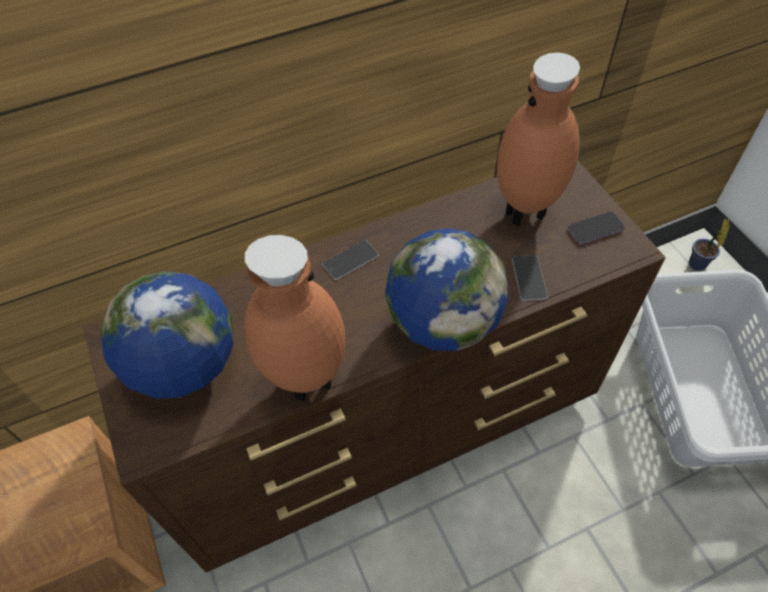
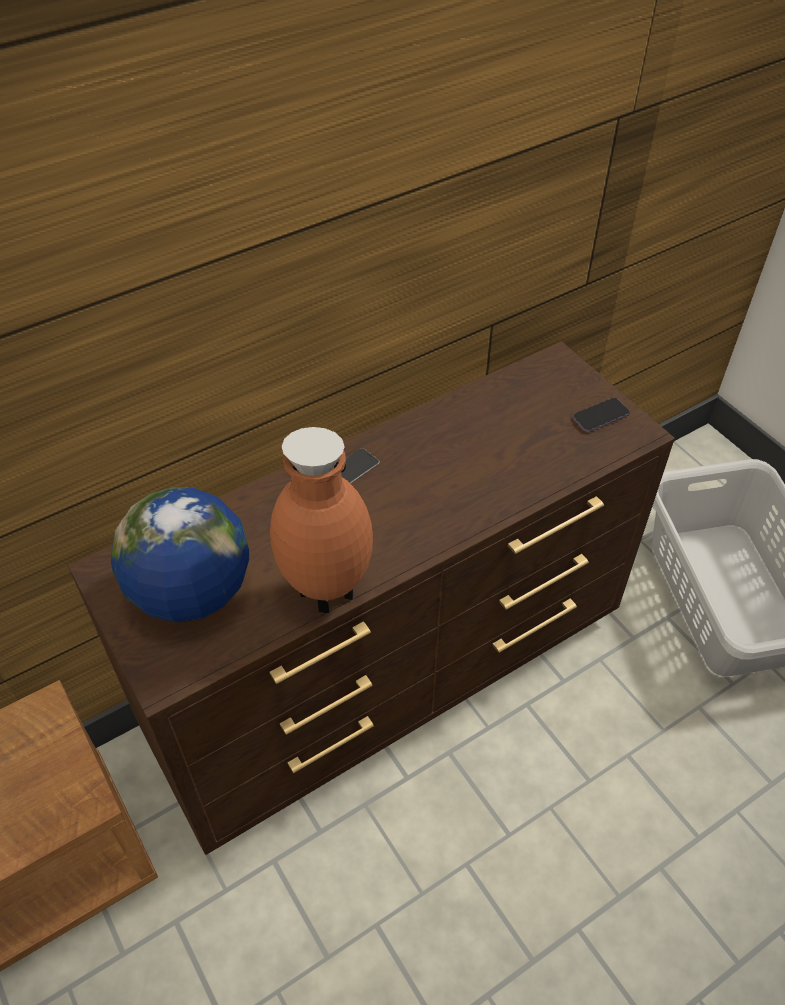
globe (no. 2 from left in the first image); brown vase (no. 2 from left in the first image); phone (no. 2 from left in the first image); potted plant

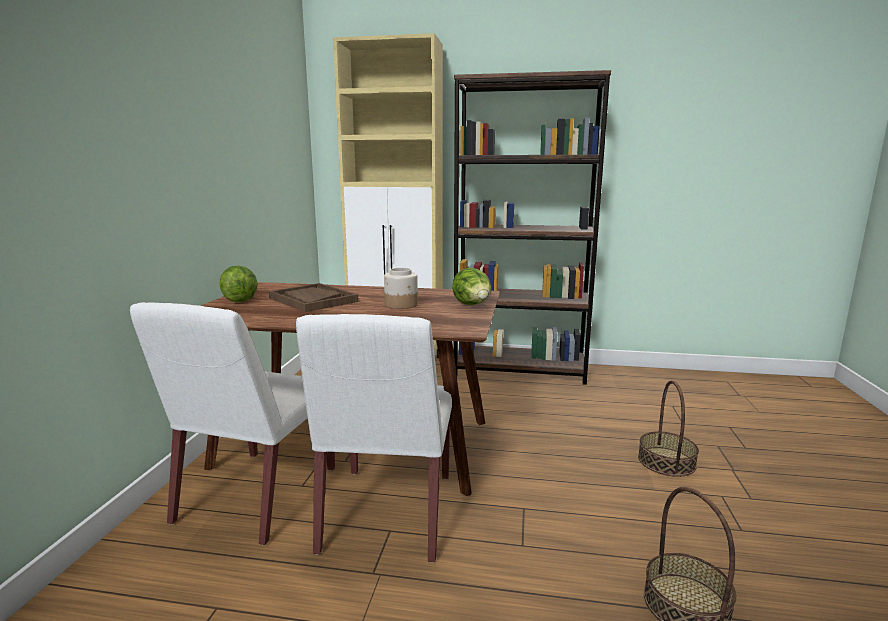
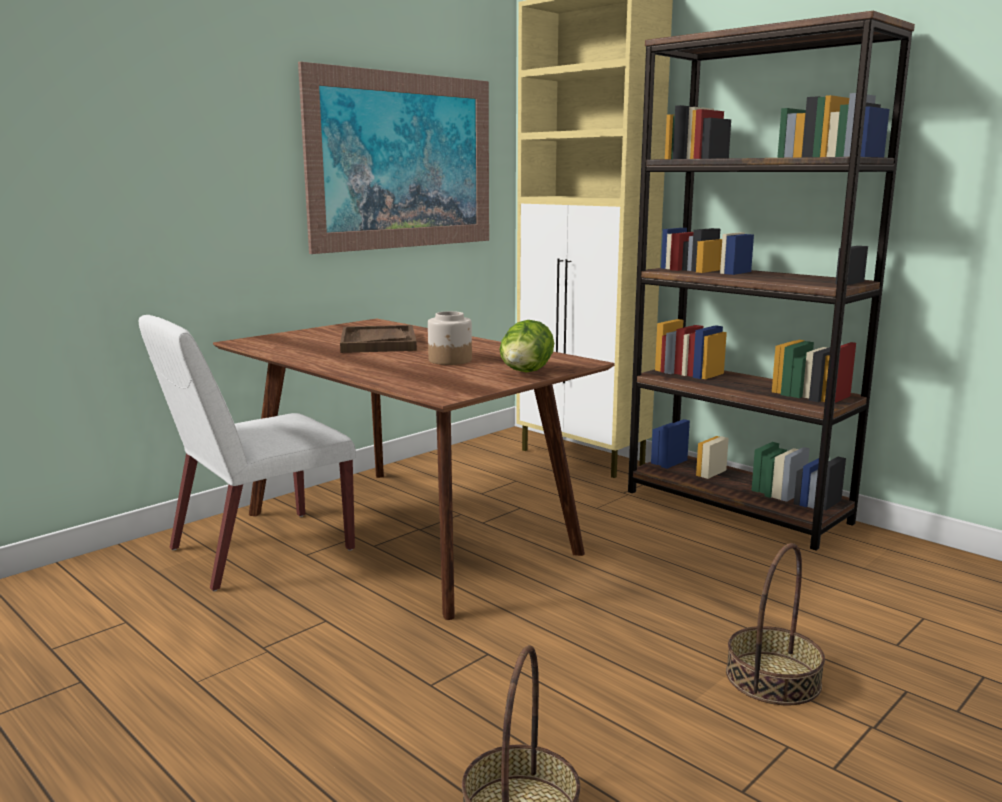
lettuce (no. 1 from left in the first image); white chair (no. 2 from left in the first image); picture

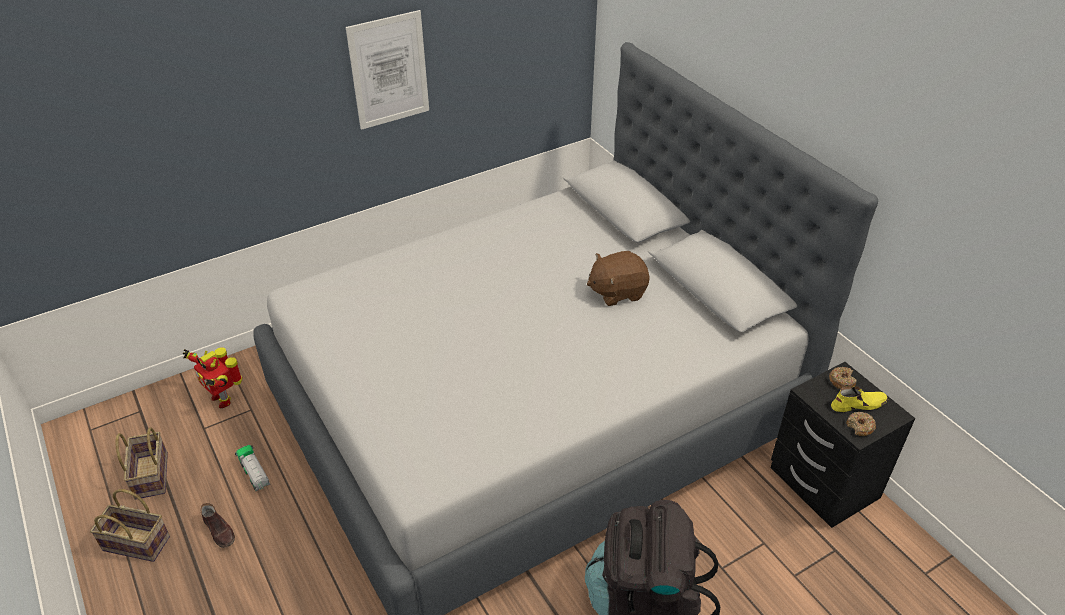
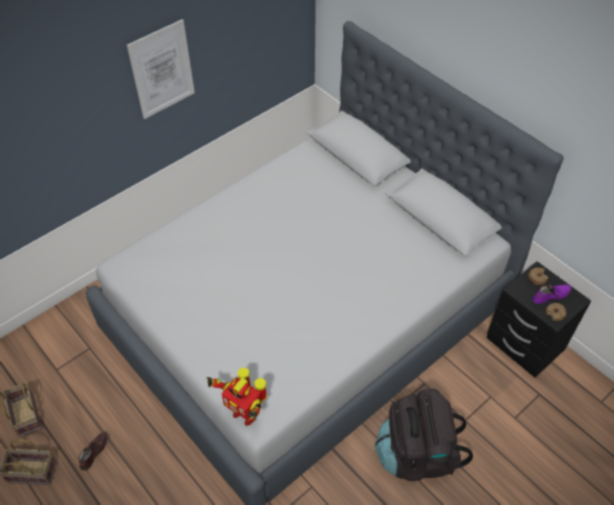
toy truck; brown plush toy; toy robot; purple shoe; brown shoe

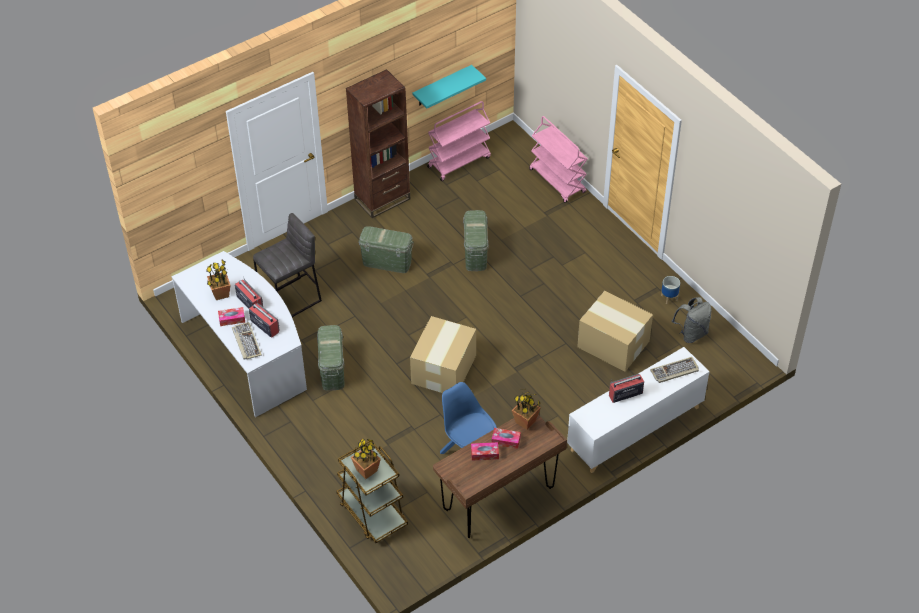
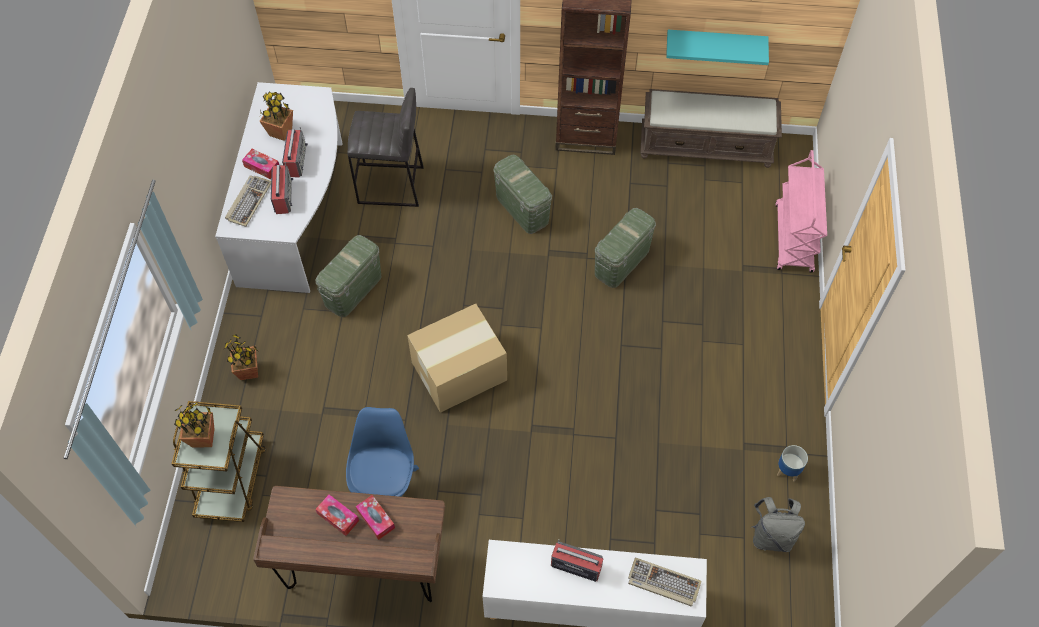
cardboard box (no. 2 from left in the first image); potted plant (no. 2 from left); brown bench

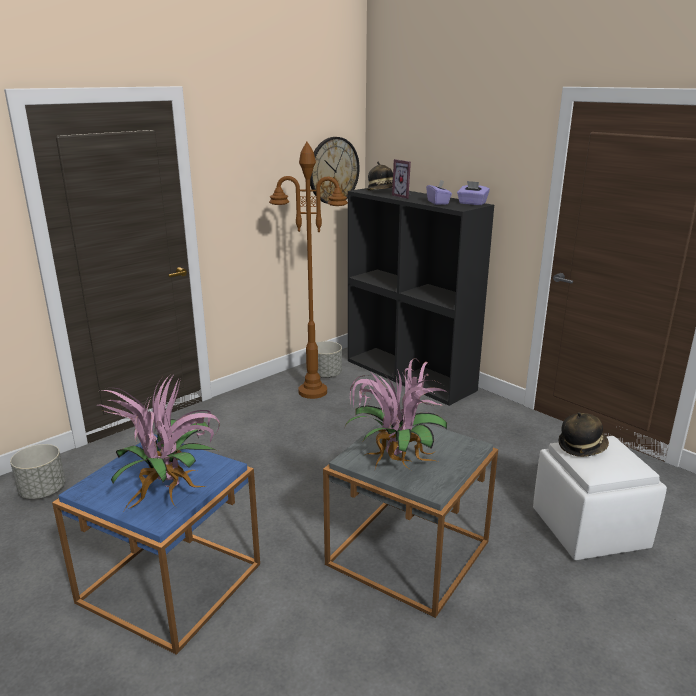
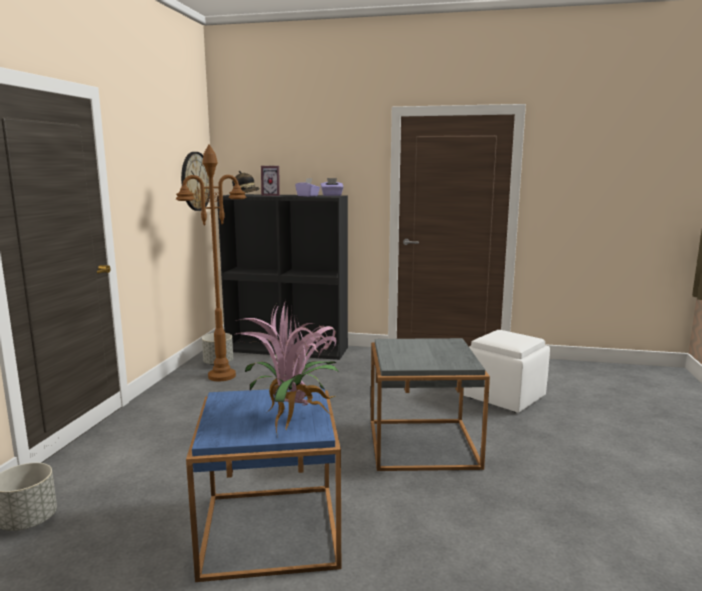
potted plant (no. 2 from left in the first image); hat (no. 2 from left in the first image)

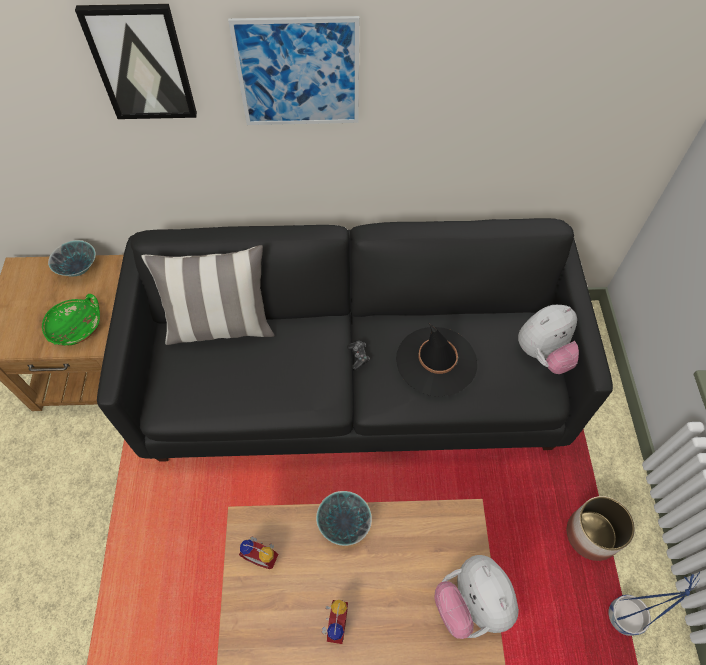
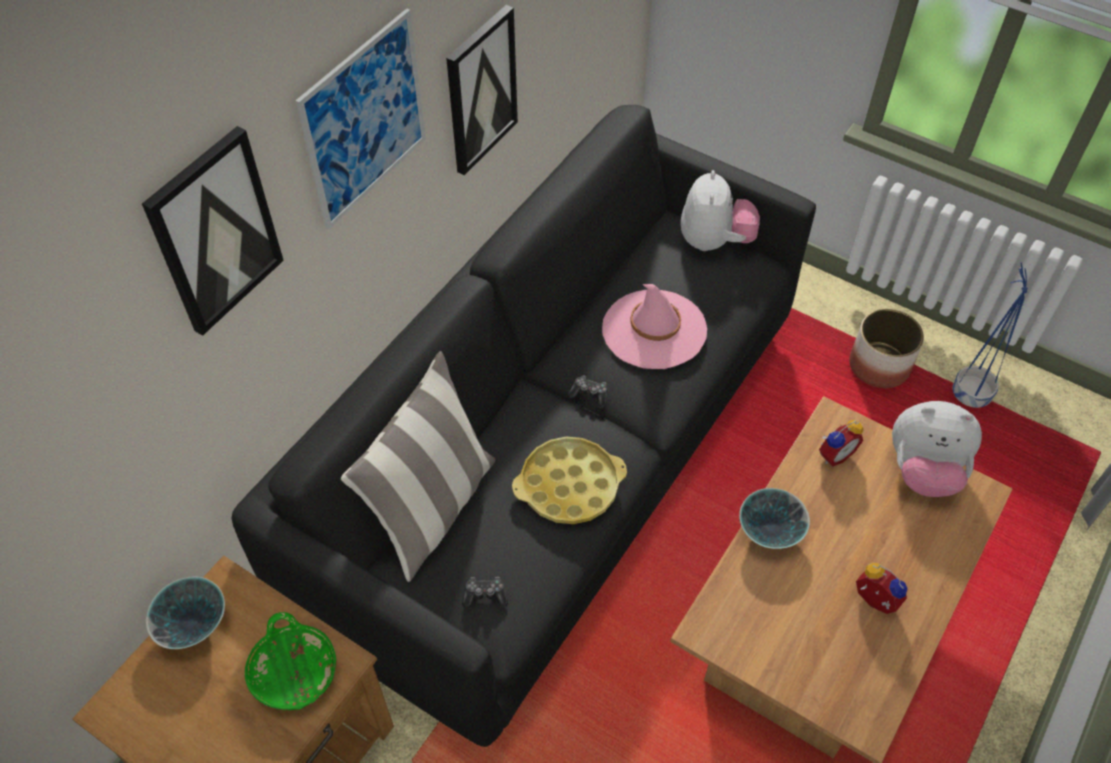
picture (no. 3 from left); game controller (no. 1 from left); yellow tray; alarm clock (no. 1 from left); pink hat

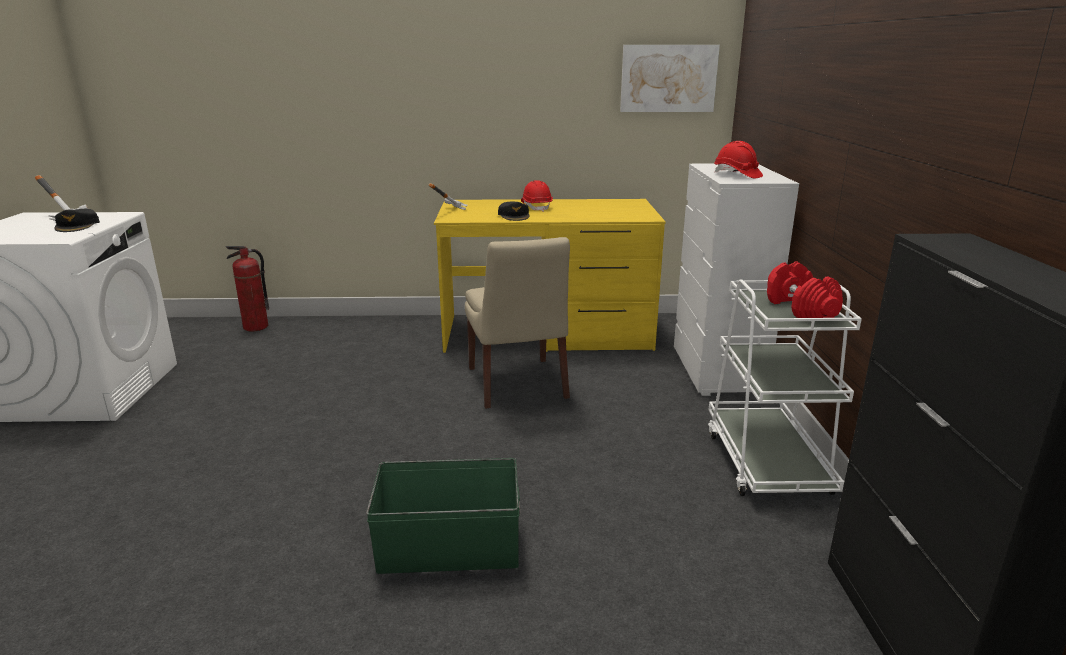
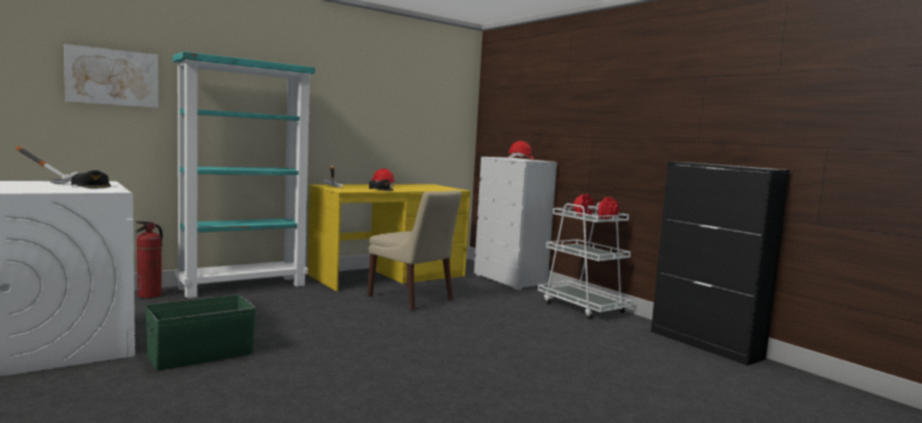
turquoise bookcase; green storage box; picture

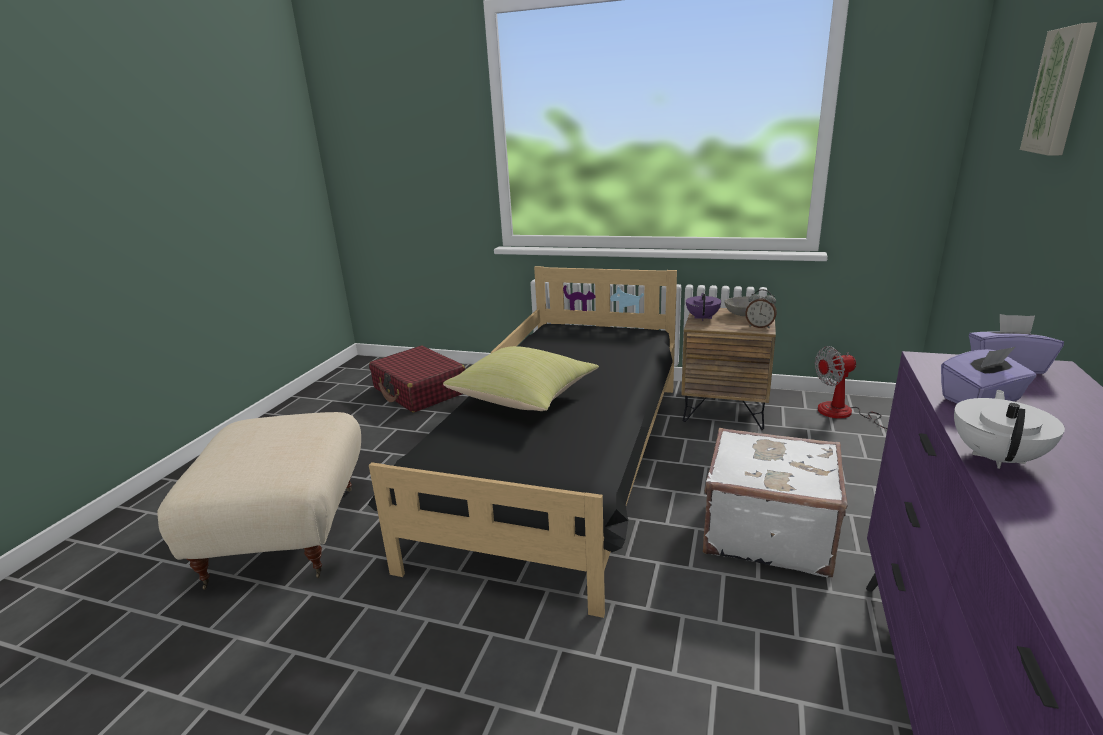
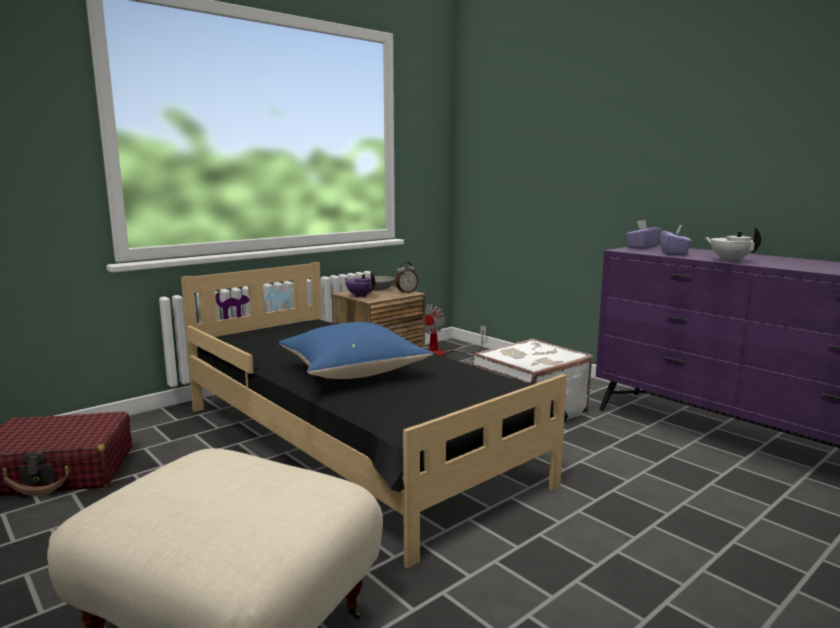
picture; blue pillow

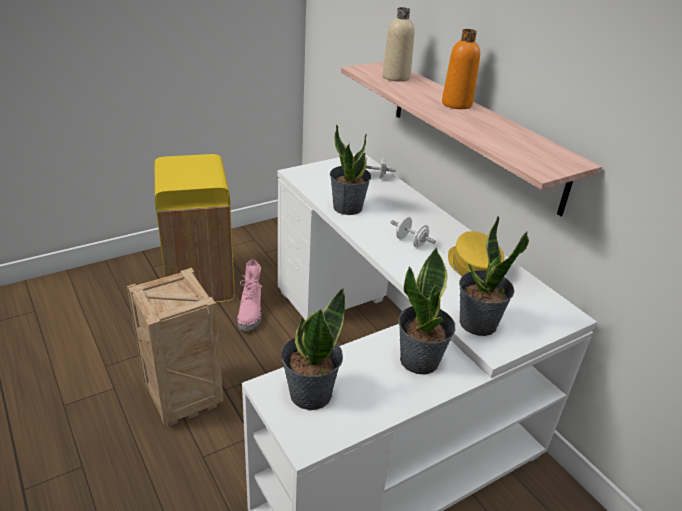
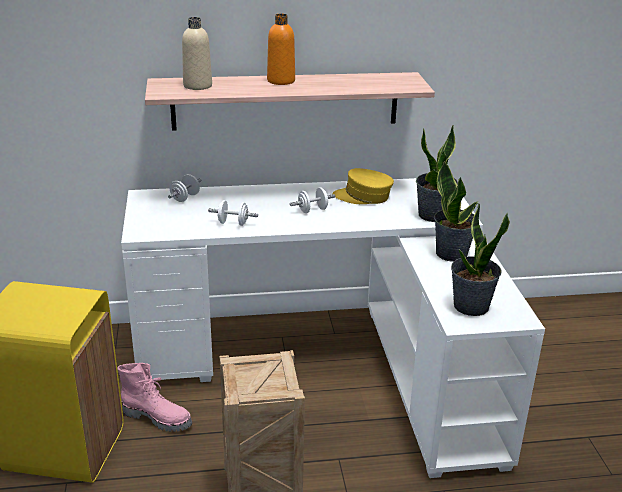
white dumbbell (no. 2 from left)

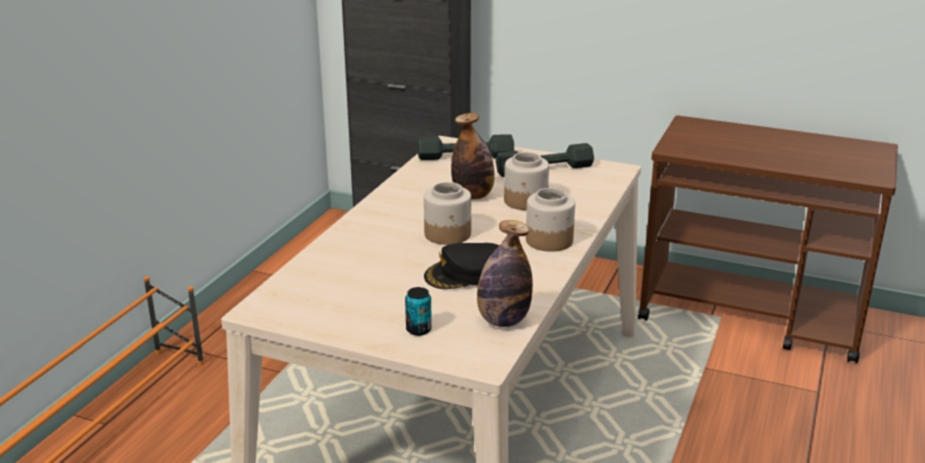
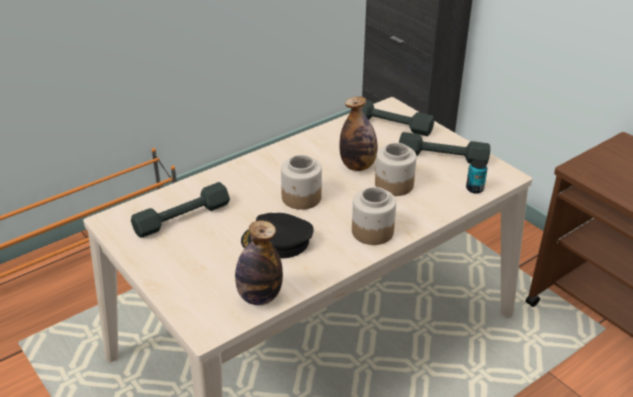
grey dumbbell (no. 1 from left); can

